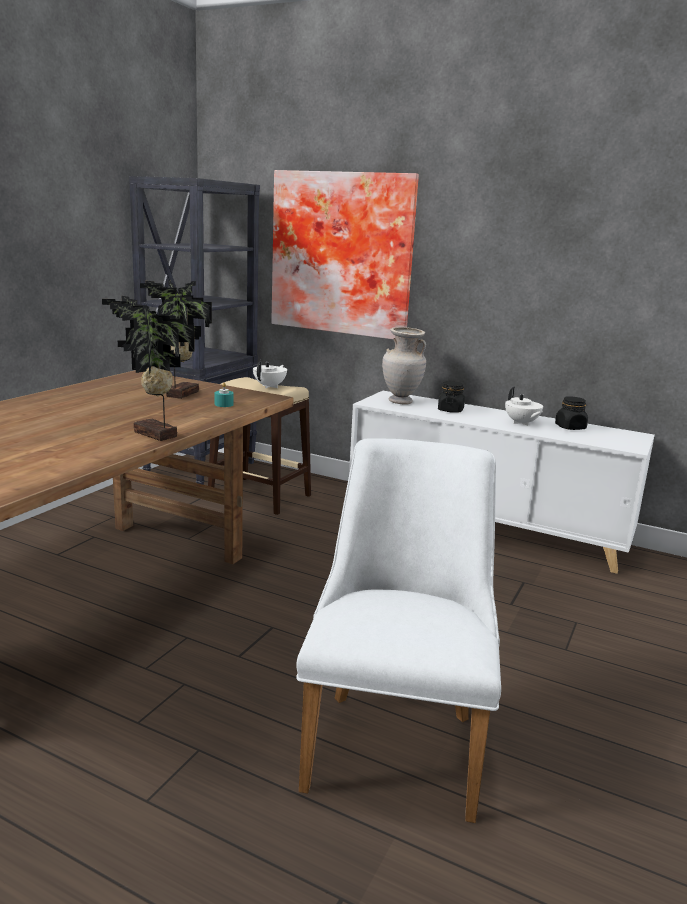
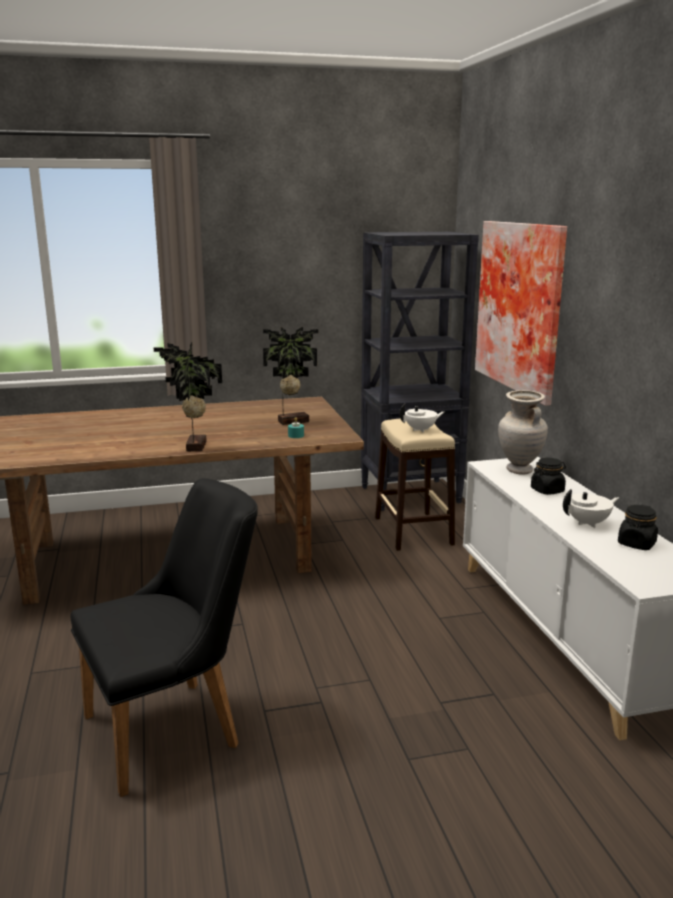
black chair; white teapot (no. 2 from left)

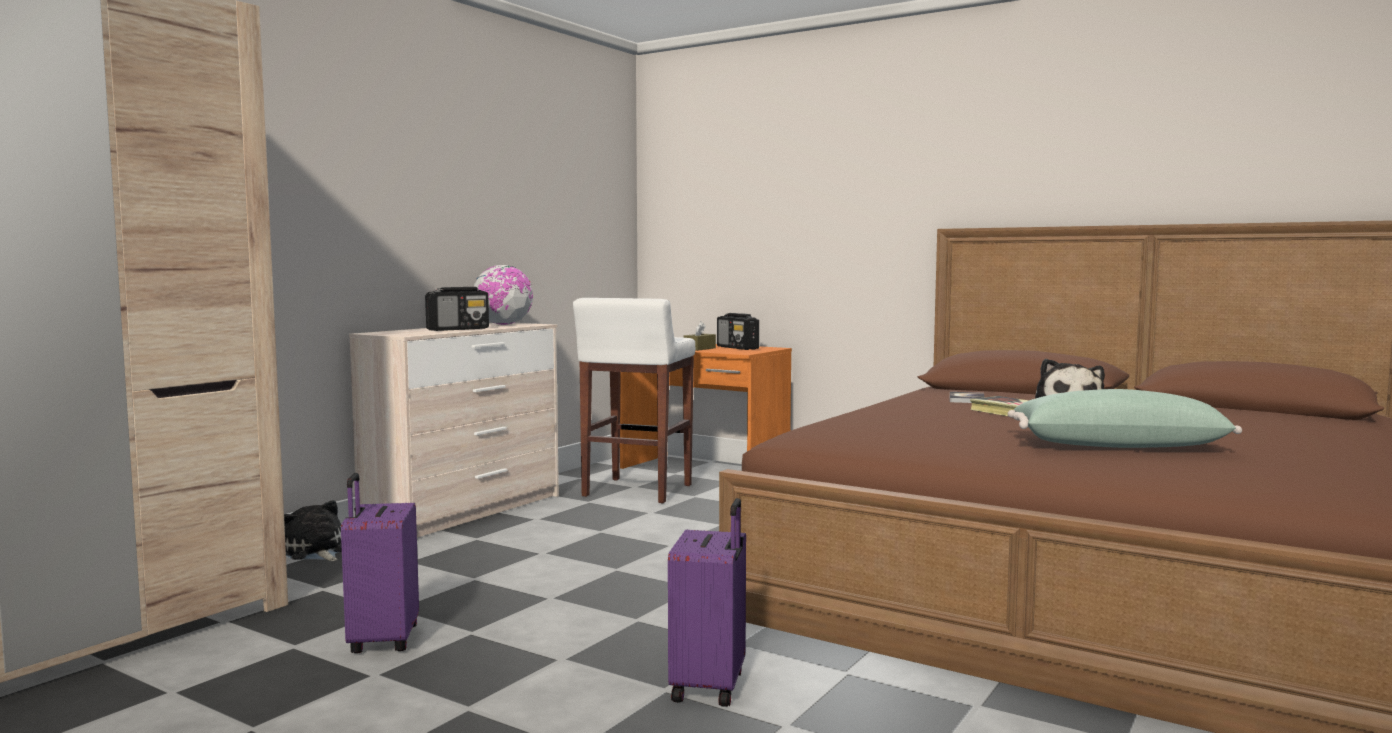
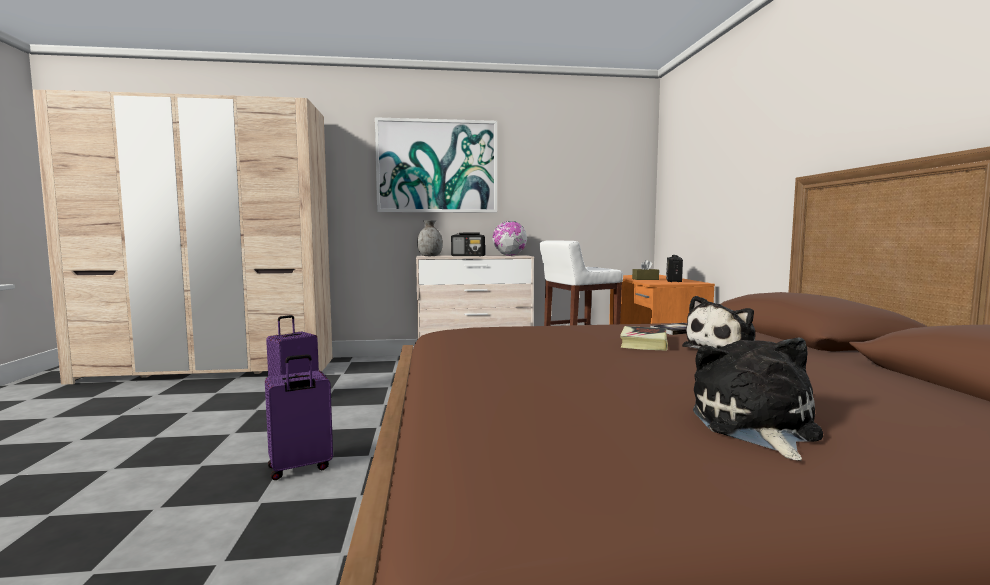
green pillow; picture; grey vase; plush toy (no. 2 from left)

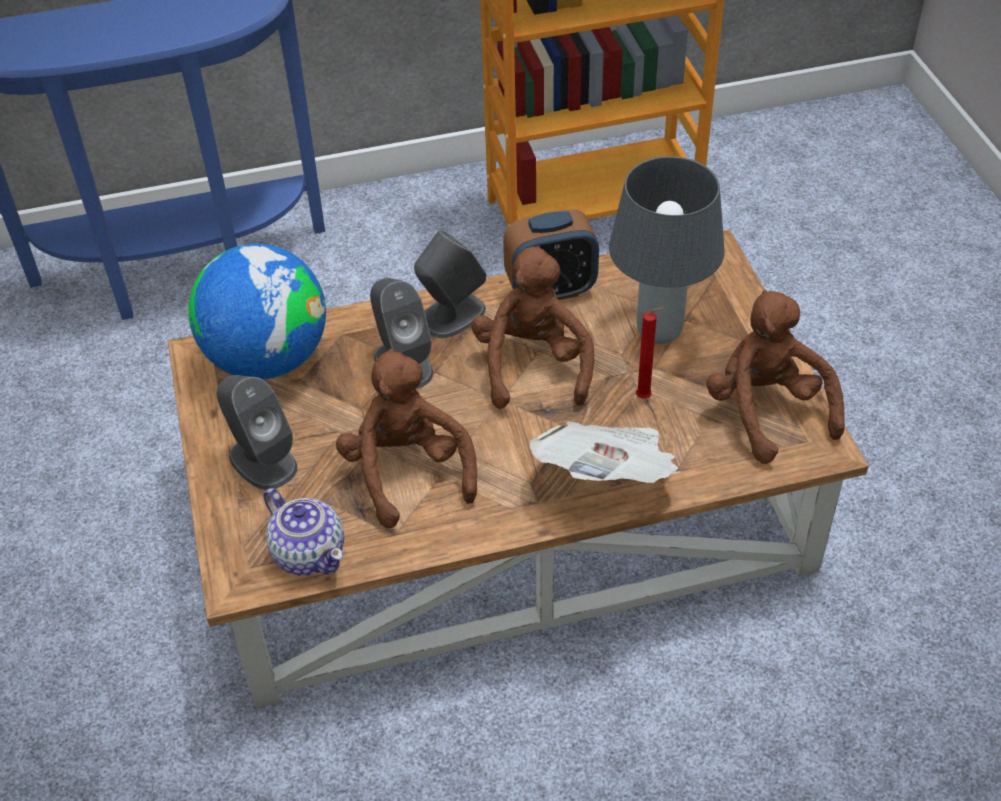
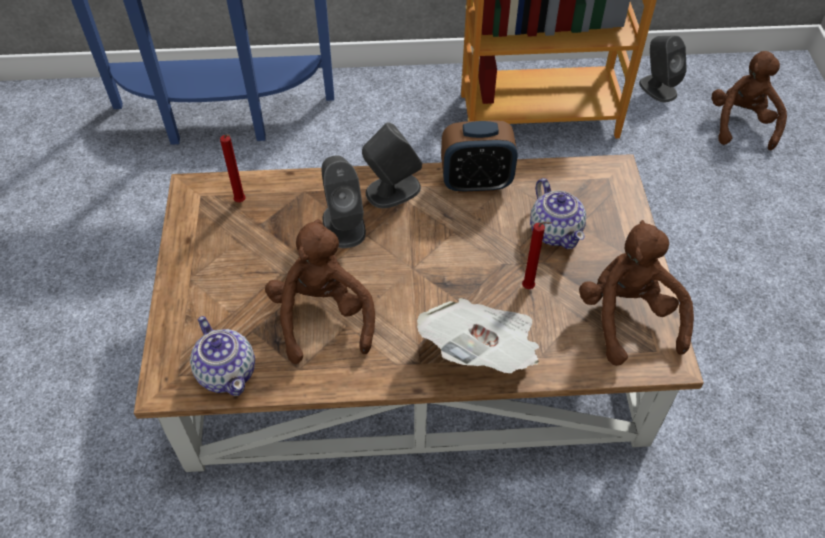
grey speaker (no. 3 from left); brown plush toy (no. 3 from left); red candle (no. 1 from left); teapot (no. 2 from left)

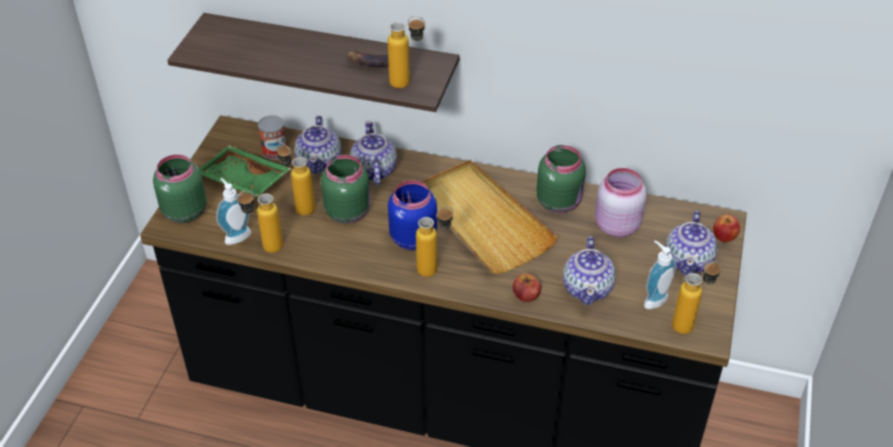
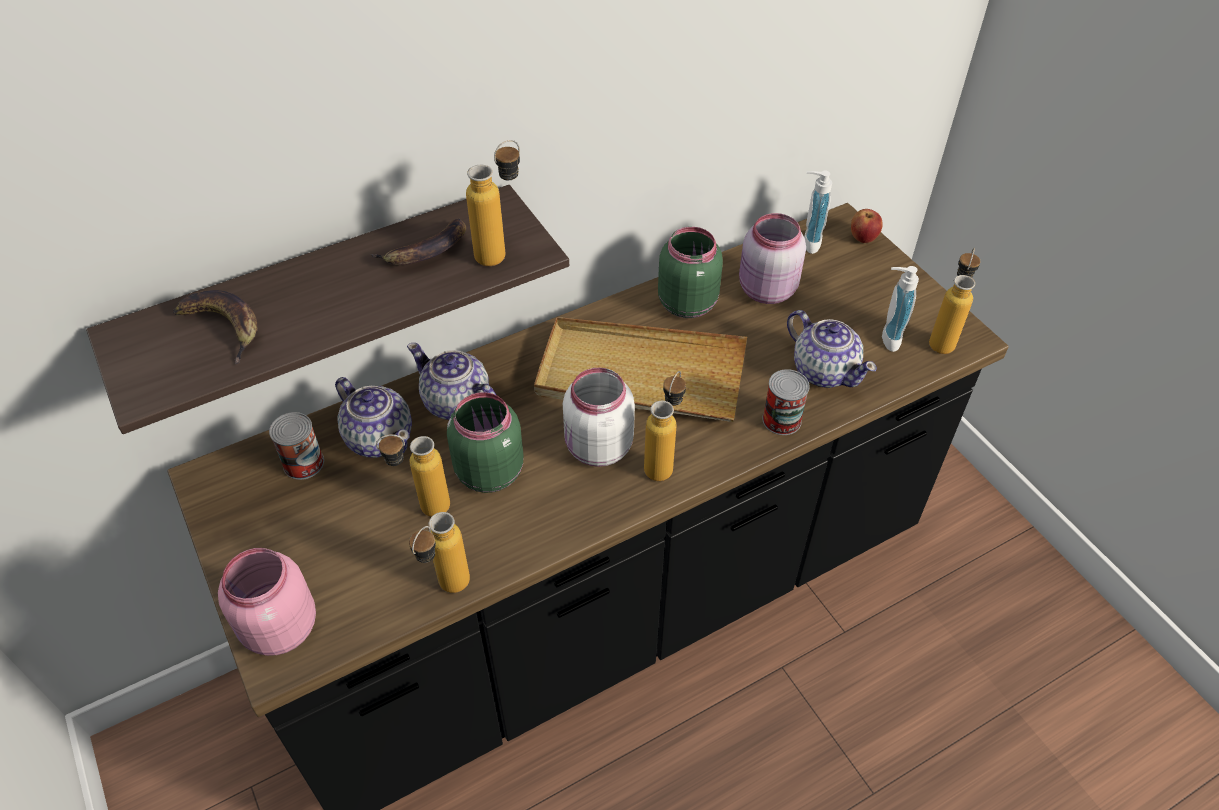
green tray; teapot (no. 4 from left in the first image); banana (no. 1 from left); soap dispenser (no. 1 from left); can (no. 2 from left); pink jar (no. 1 from left); white jar

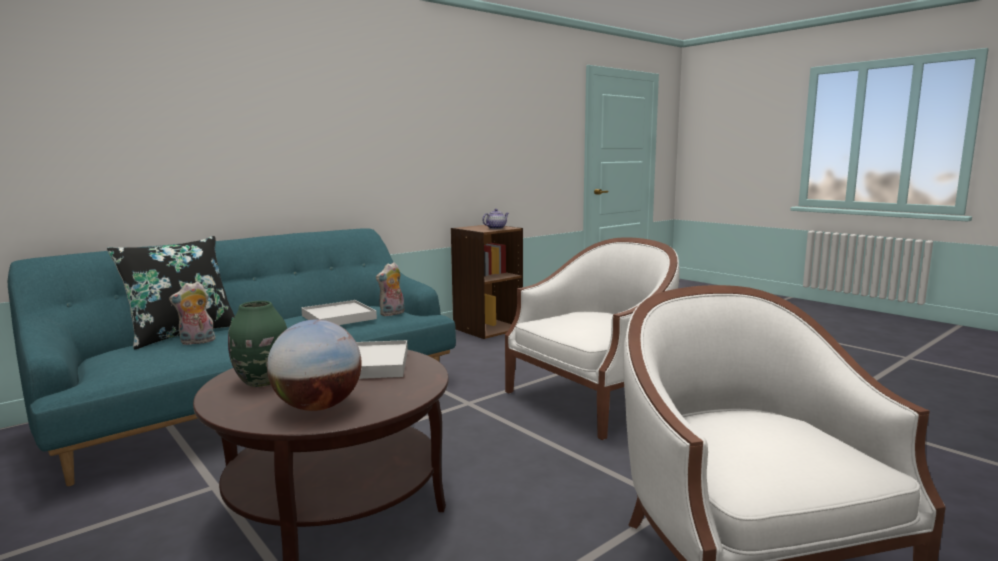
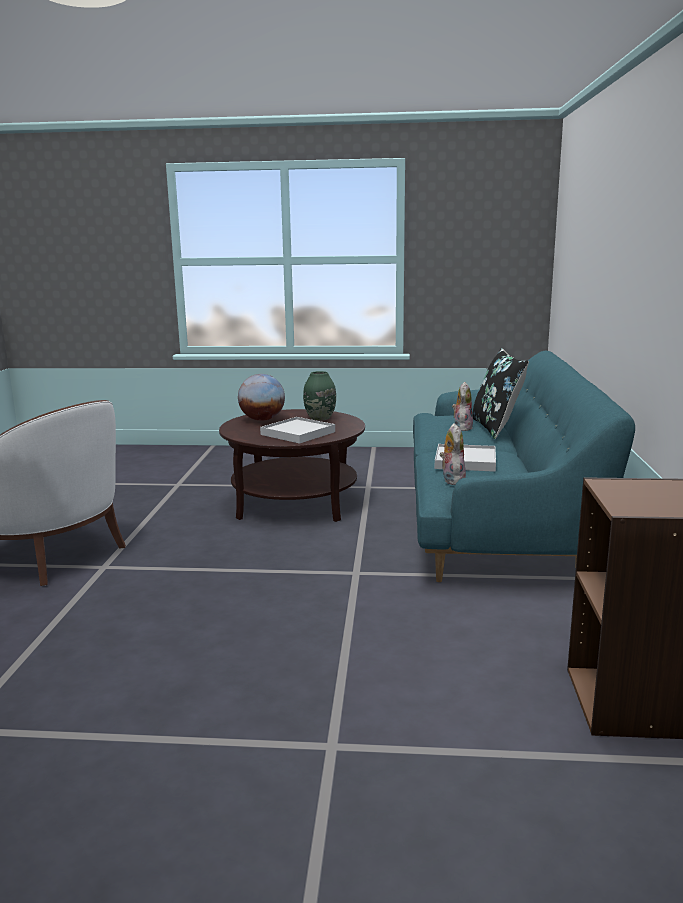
teapot; white armchair (no. 1 from left in the first image)

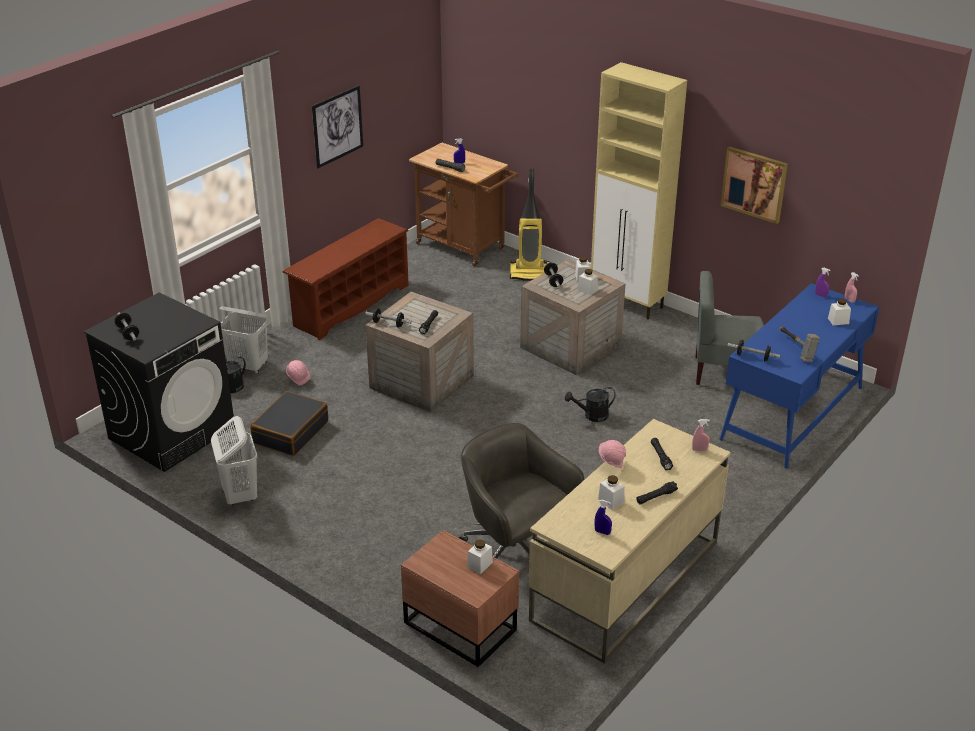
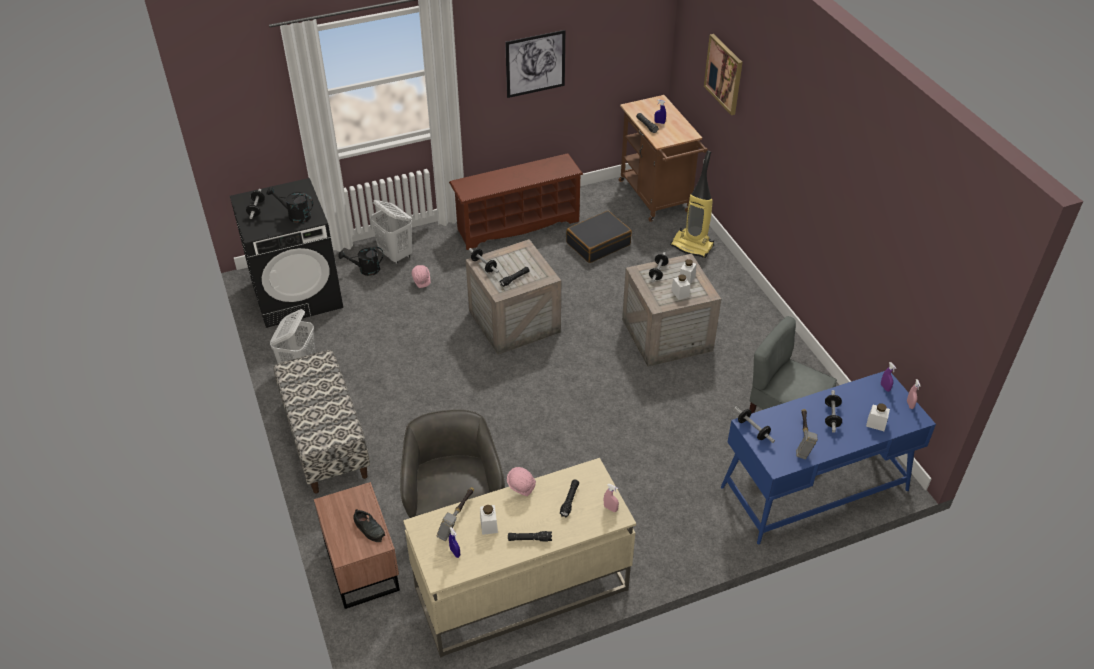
beige cabinet; bench; hammer (no. 1 from left); dumbbell (no. 5 from left); black suitcase; black watering can (no. 1 from left); picture (no. 2 from left); black shoe

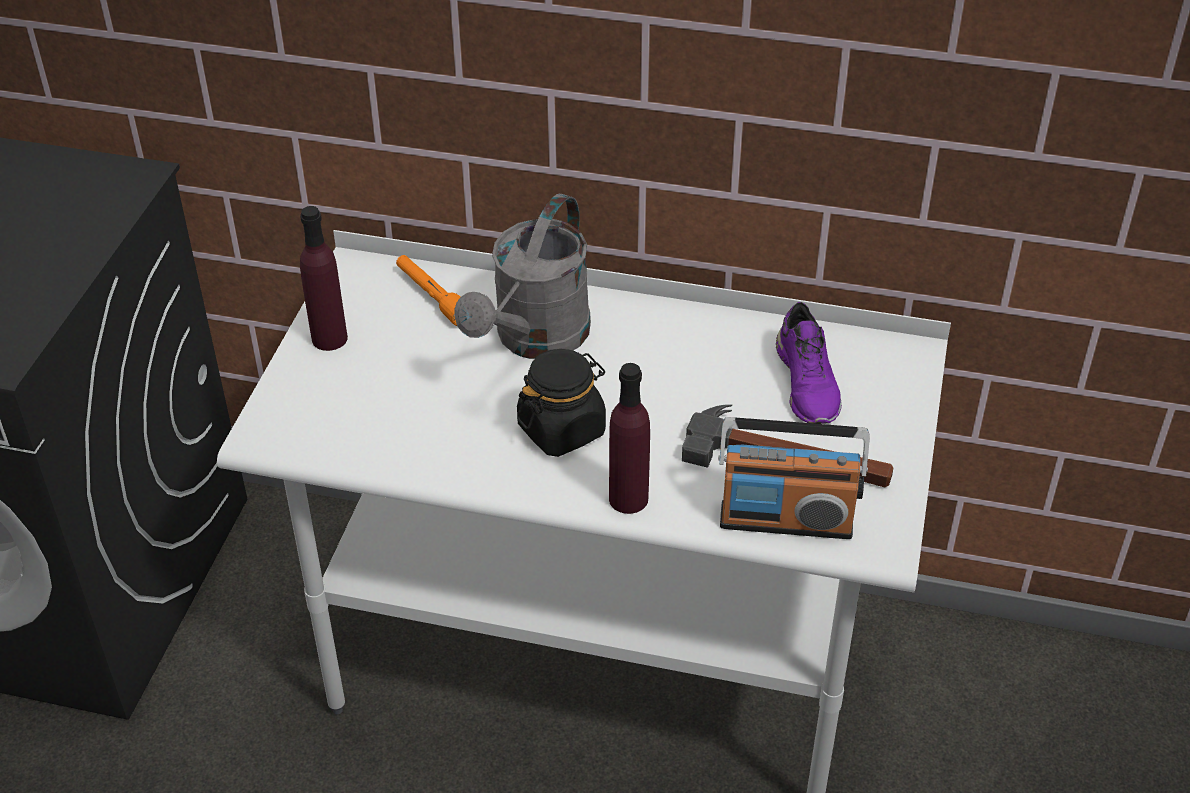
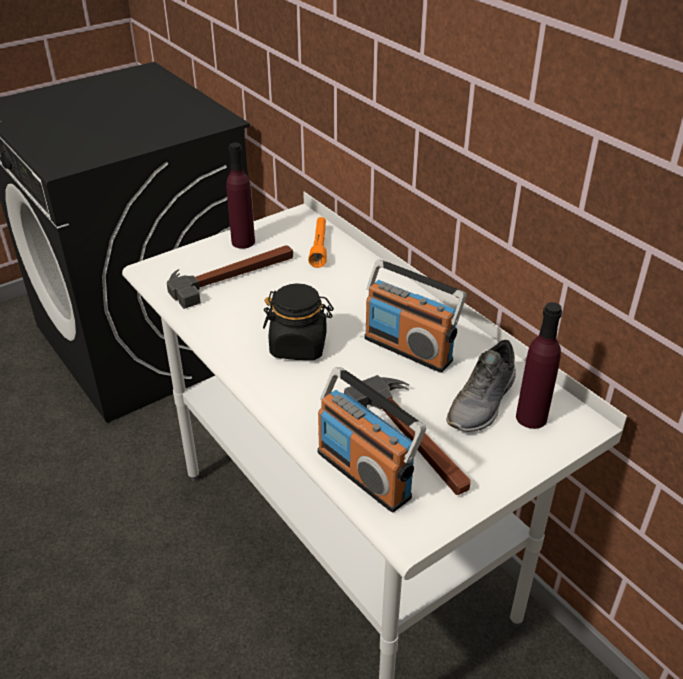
grey watering can; hammer (no. 1 from left); radio (no. 2 from left); purple bottle (no. 2 from left); grey shoe

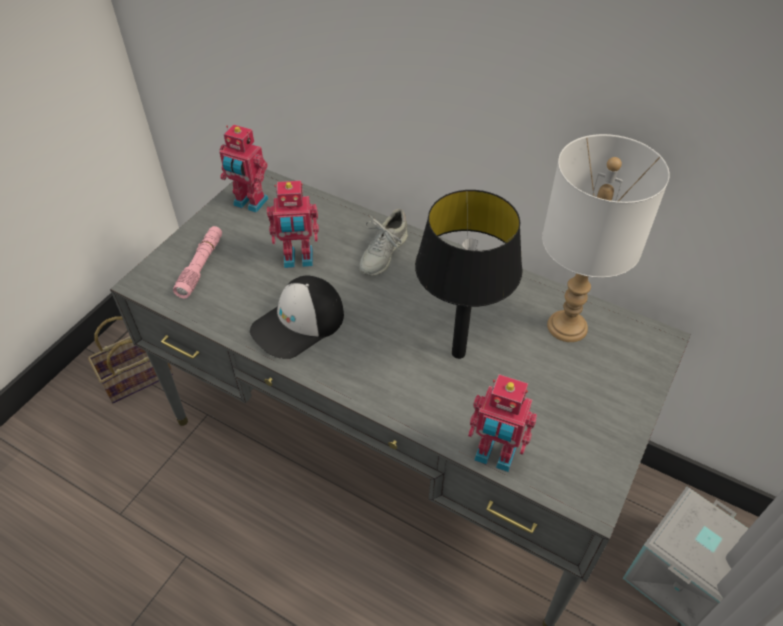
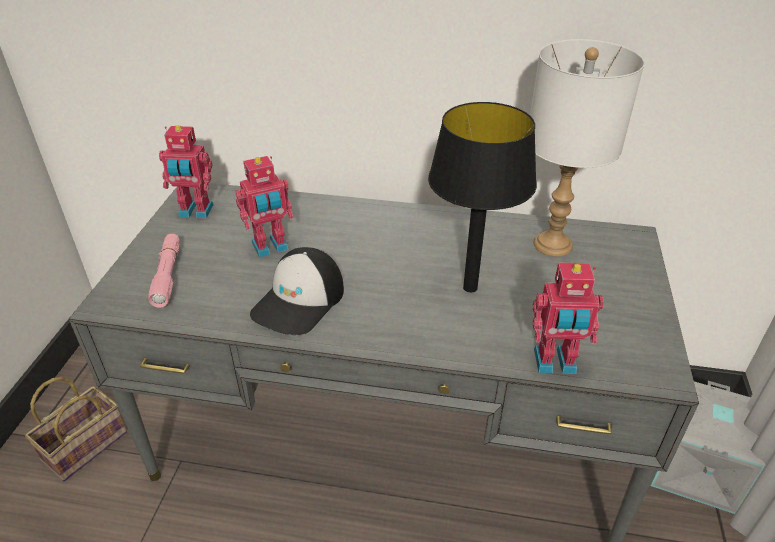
grey shoe

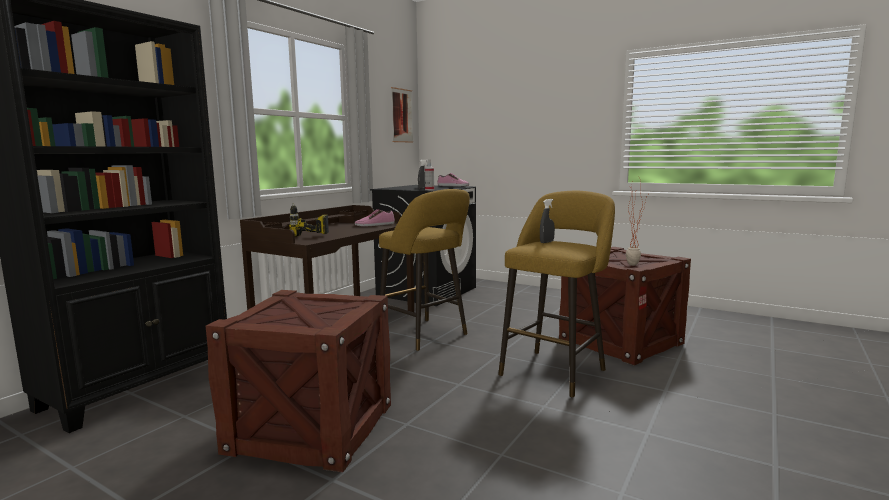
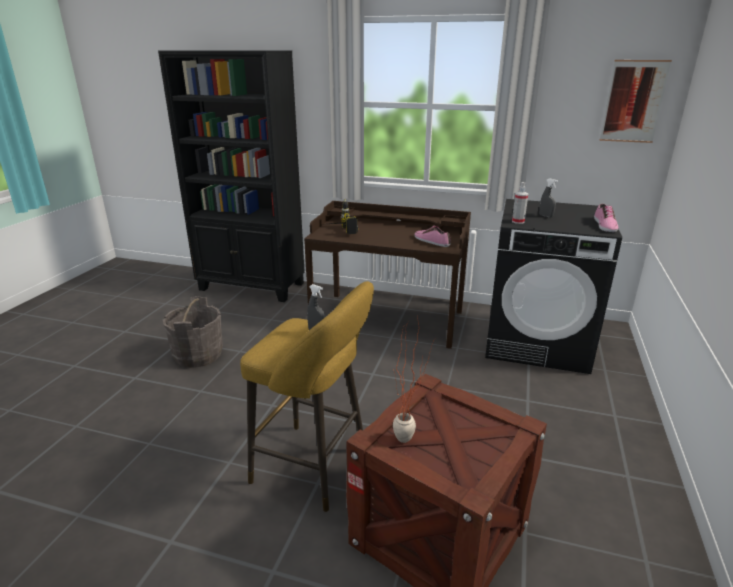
yellow stool (no. 1 from left in the first image); grey bucket

